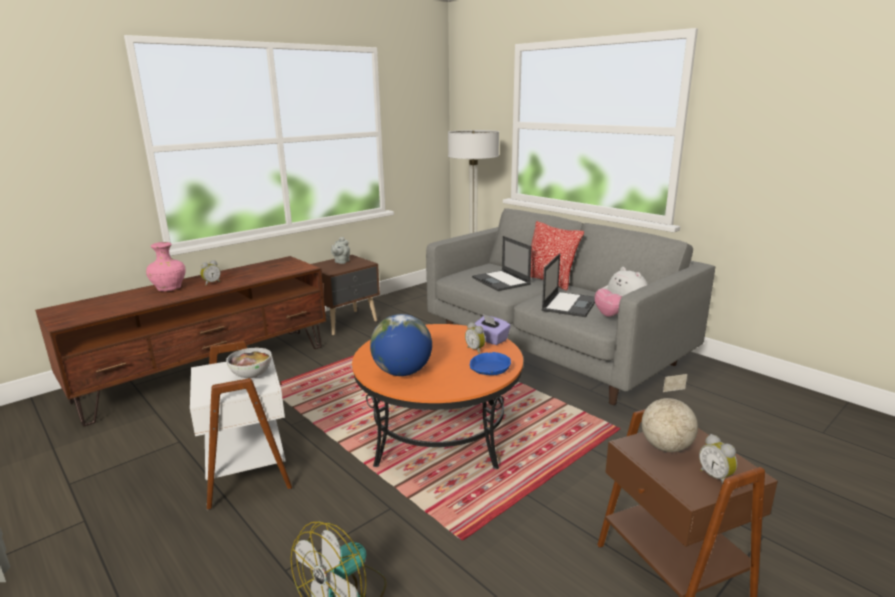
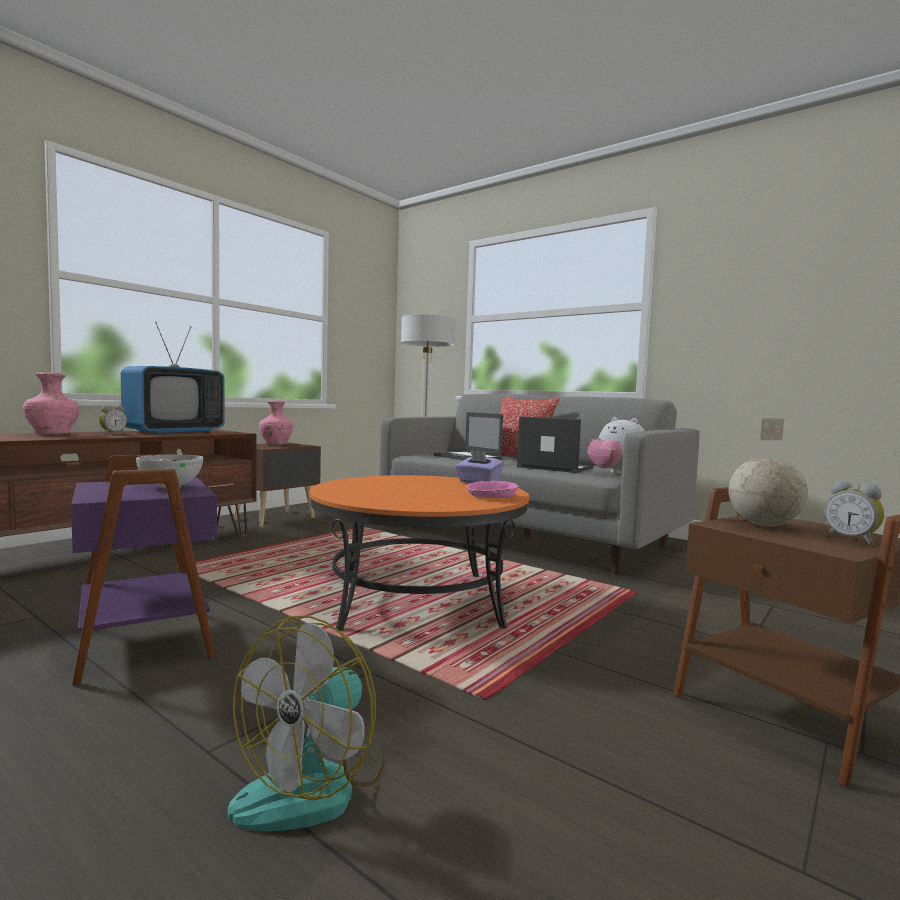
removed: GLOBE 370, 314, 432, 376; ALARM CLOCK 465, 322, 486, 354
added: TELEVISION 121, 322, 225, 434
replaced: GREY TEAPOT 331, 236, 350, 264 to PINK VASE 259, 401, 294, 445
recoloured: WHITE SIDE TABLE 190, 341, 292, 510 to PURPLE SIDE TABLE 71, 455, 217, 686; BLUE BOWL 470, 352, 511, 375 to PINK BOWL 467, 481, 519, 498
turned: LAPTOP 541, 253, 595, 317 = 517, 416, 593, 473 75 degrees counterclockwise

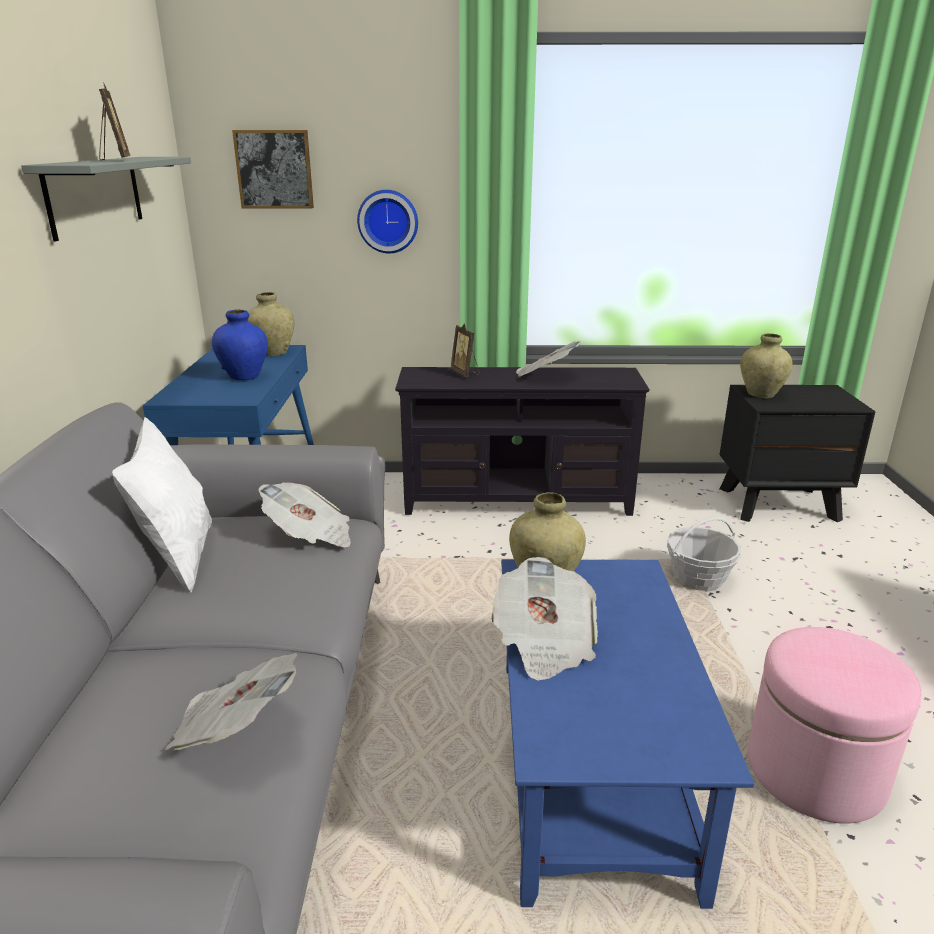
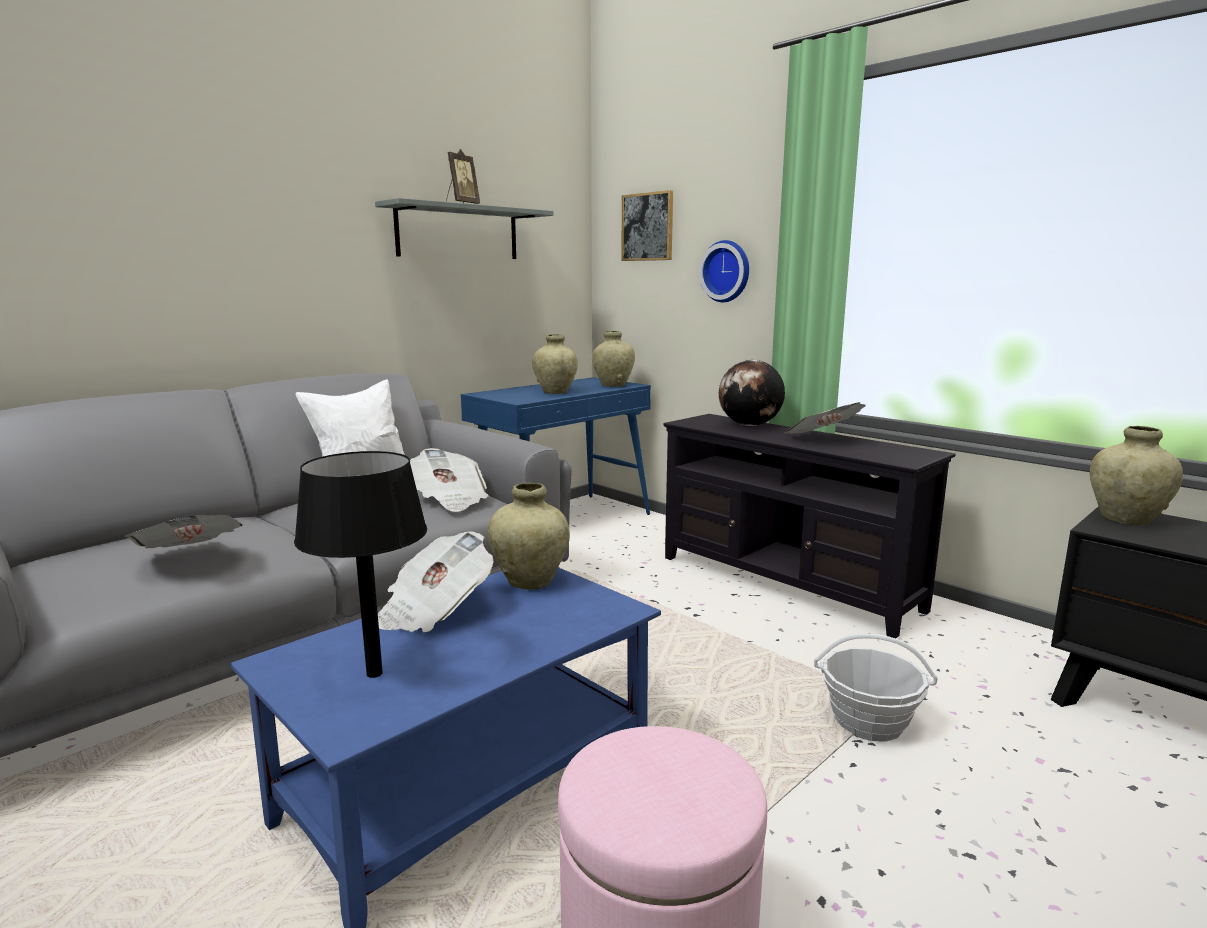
added: BLACK TABLE LAMP 294, 451, 427, 678
replaced: PICTURE FRAME 451, 324, 480, 377 to GLOBE 719, 360, 785, 426
recoloured: BLUE VASE 212, 309, 268, 380 to BEIGE VASE 532, 334, 578, 394

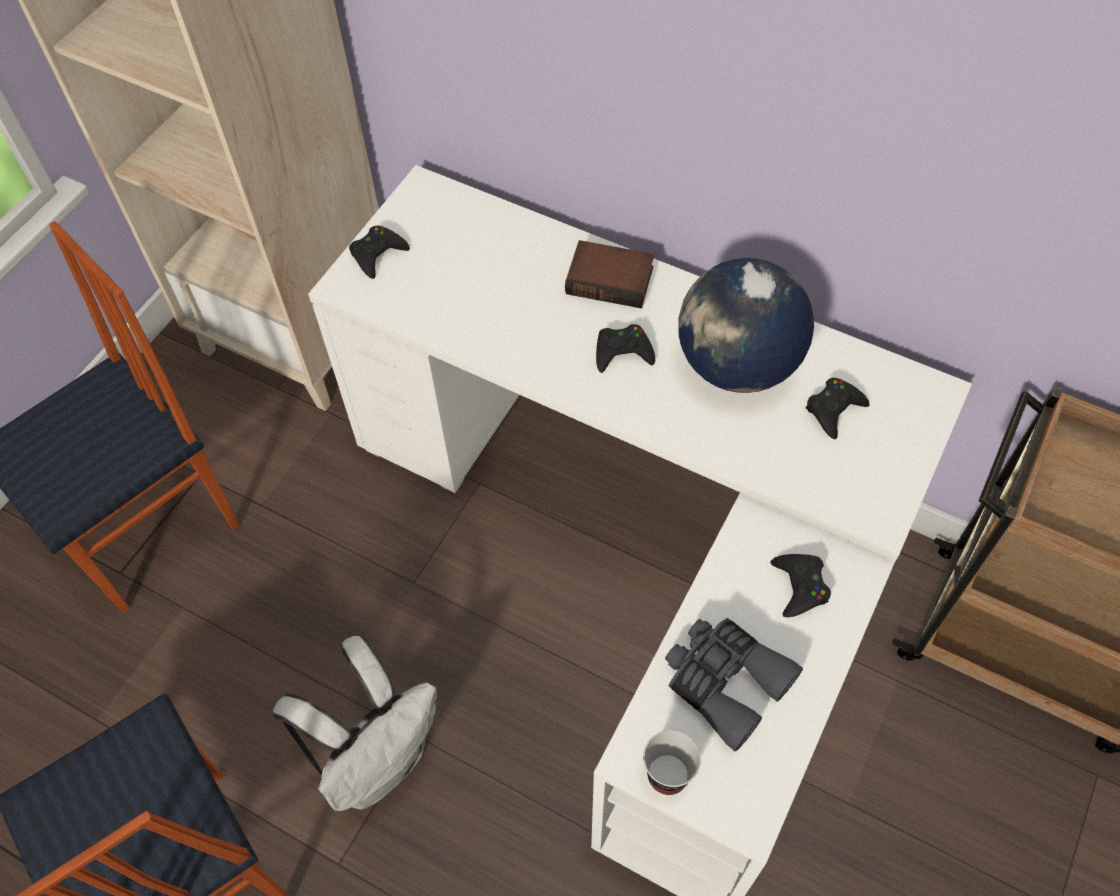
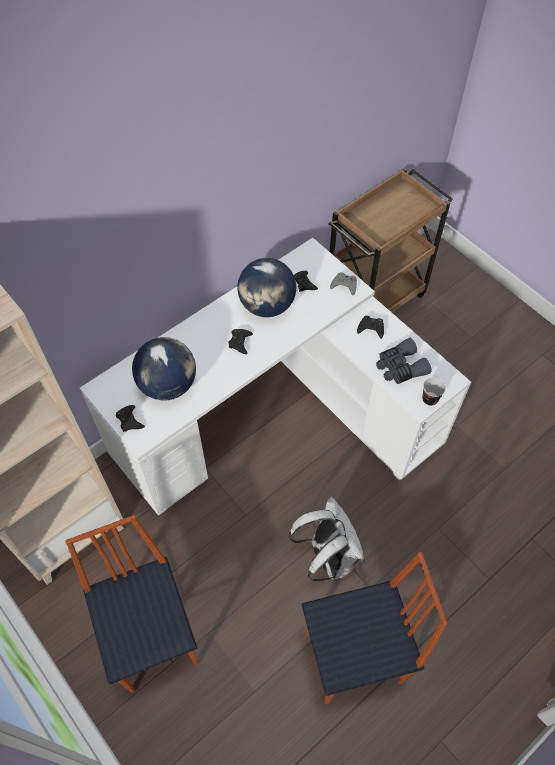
removed: BOOK 565, 240, 654, 308
added: GLOBE 132, 337, 196, 400; GREY GAME CONTROLLER 330, 272, 357, 296

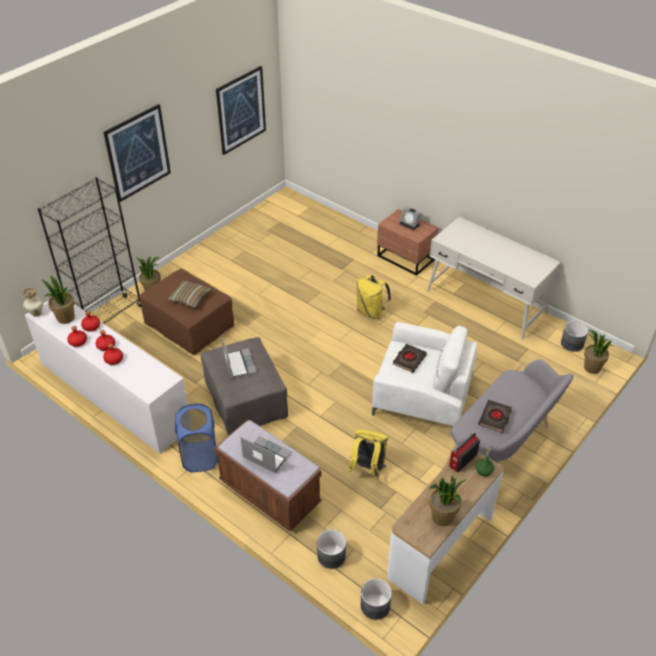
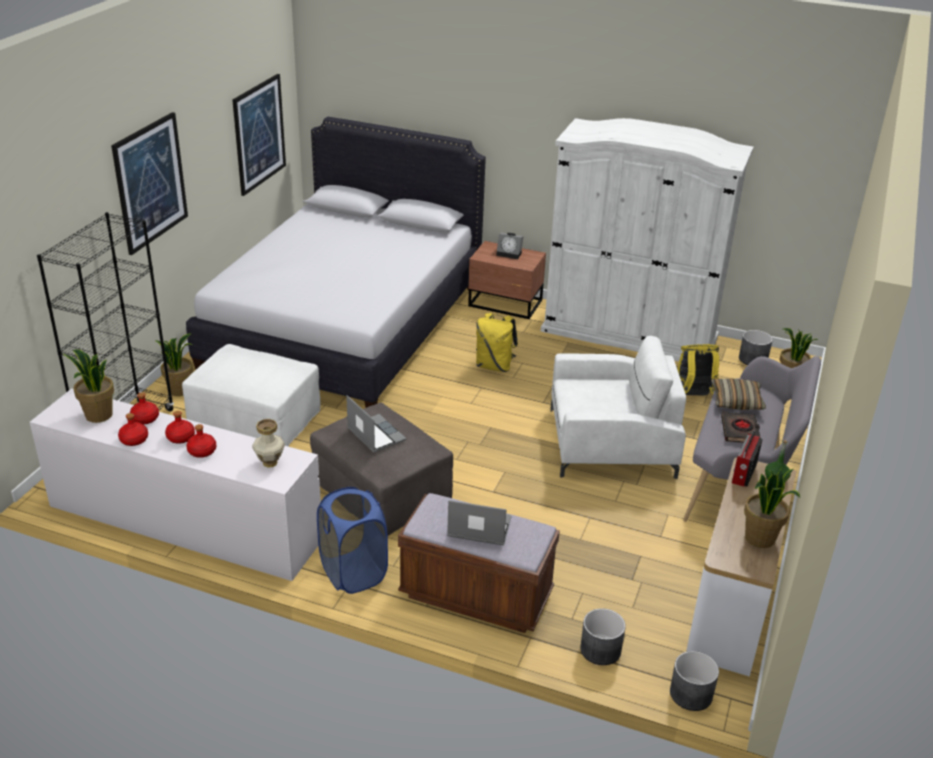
removed: BLACK BOOK 393, 344, 427, 373
added: WHITE BED 186, 117, 486, 408
moved: VASE 23, 288, 43, 317 to 252, 419, 285, 468; YELLOW BACKPACK 348, 430, 388, 479 to 677, 344, 719, 396; PILLOW 167, 280, 211, 308 to 711, 379, 766, 410
replaced: WHITE DESK 427, 217, 561, 340 to WHITE WARDROBE 541, 118, 754, 362
recoloured: BROWN OTTOMAN 139, 269, 234, 355 to WHITE OTTOMAN 182, 344, 320, 446

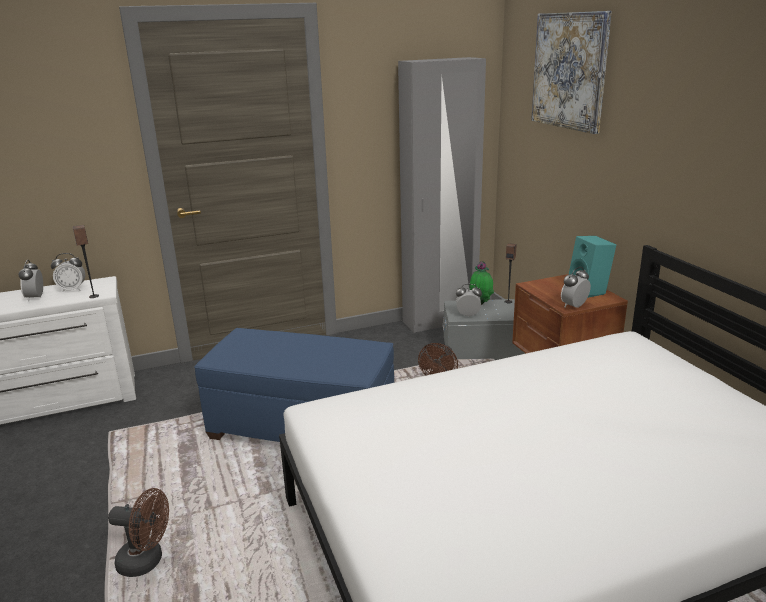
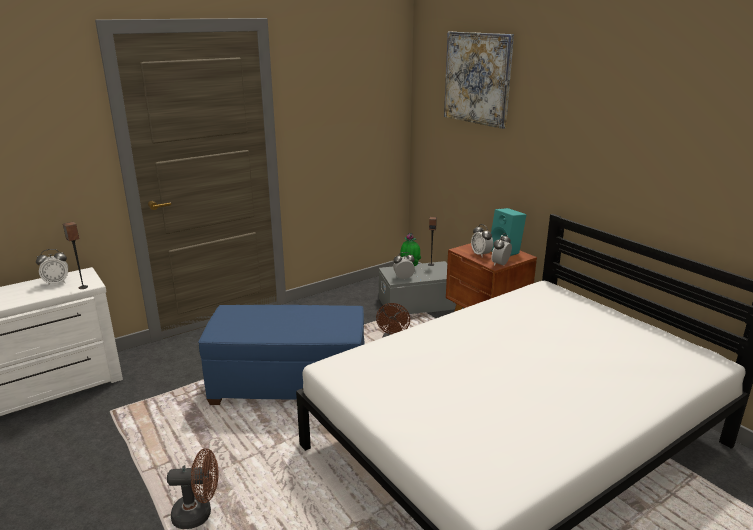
removed: GREY WARDROBE 398, 57, 486, 333
moved: ALARM CLOCK 19, 260, 43, 302 to 471, 224, 493, 257

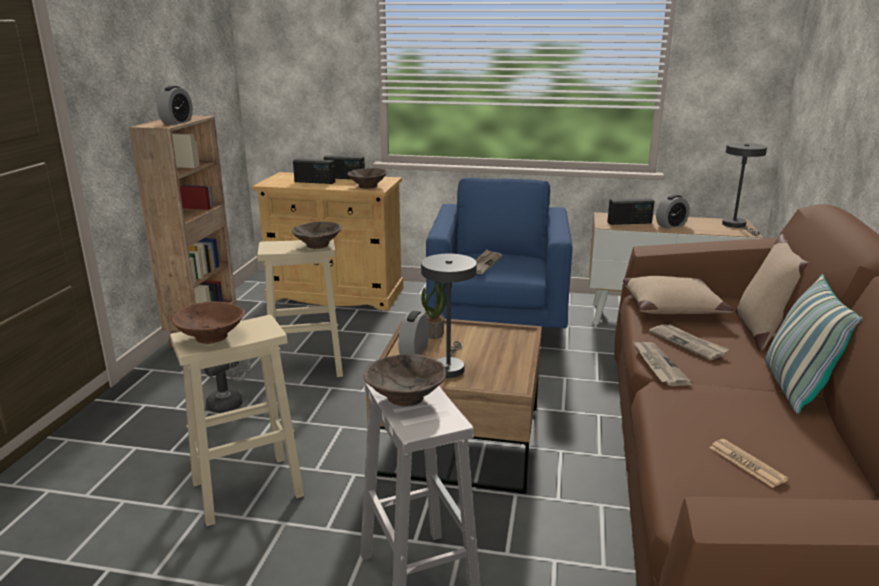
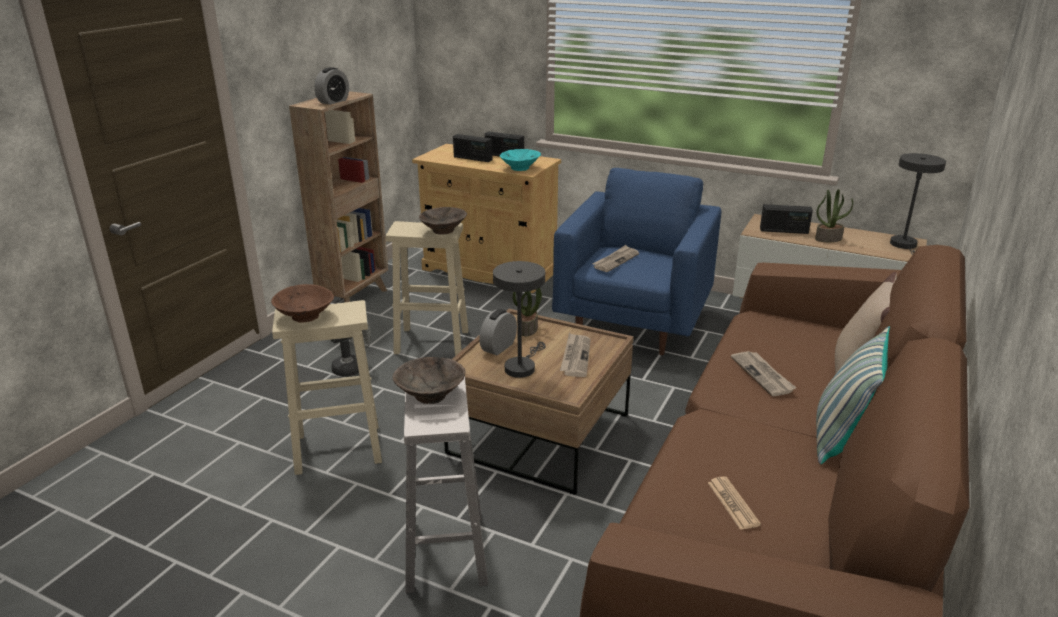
removed: BEIGE PILLOW 623, 276, 734, 314
moved: NEWSPAPER 633, 341, 692, 386 to 560, 333, 591, 377
replaced: ALARM CLOCK 656, 195, 690, 229 to POTTED PLANT 815, 189, 853, 242
recoloured: BROWN BOWL 347, 168, 388, 189 to TURQUOISE BOWL 500, 149, 541, 171

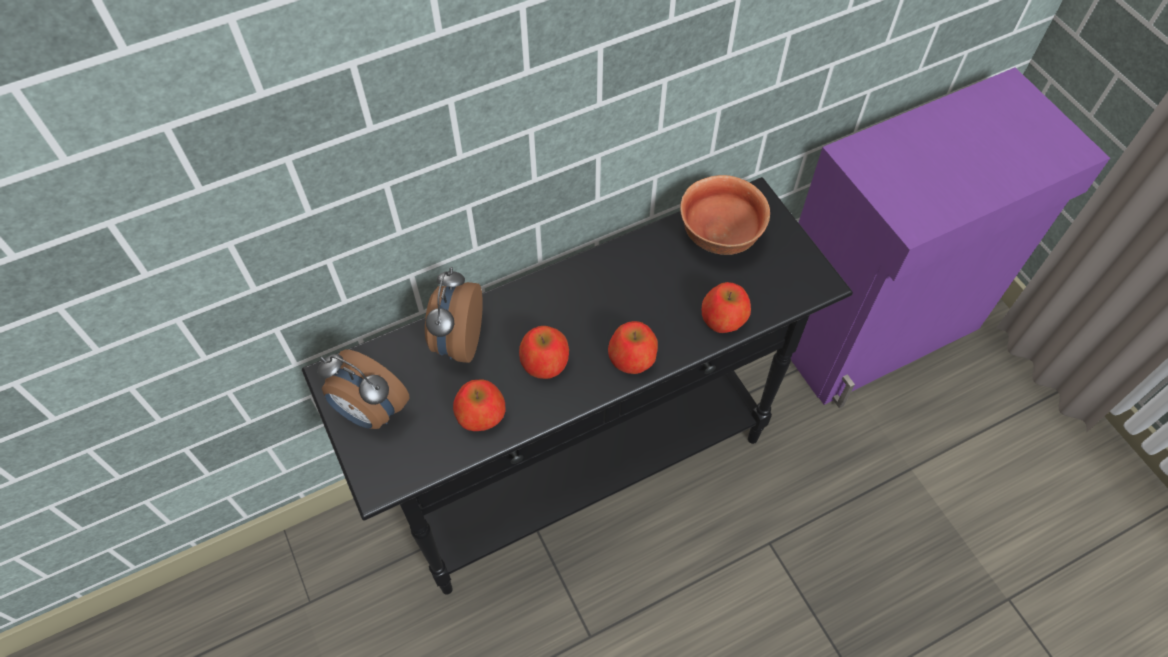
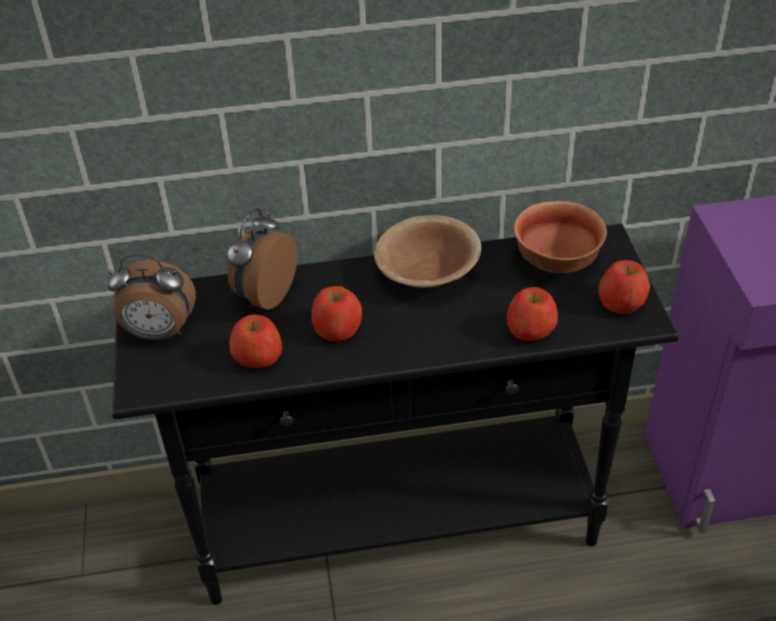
added: BROWN BOWL 374, 215, 481, 288
moved: APPLE 608, 321, 658, 374 to 598, 260, 650, 314
turned: ALARM CLOCK 317, 349, 410, 429 = 107, 254, 196, 340 45 degrees counterclockwise

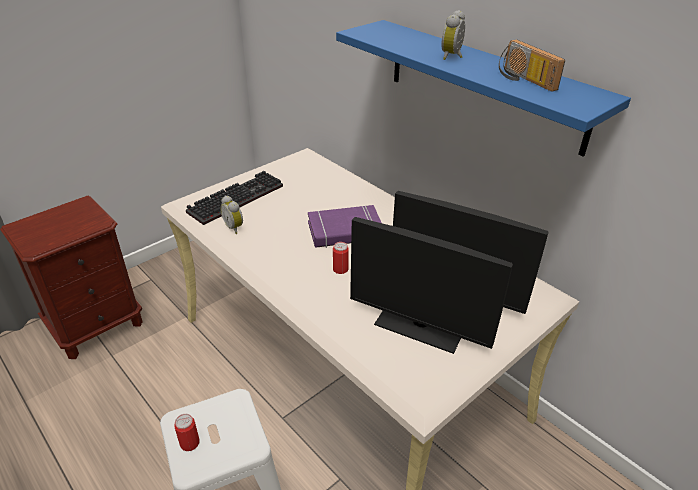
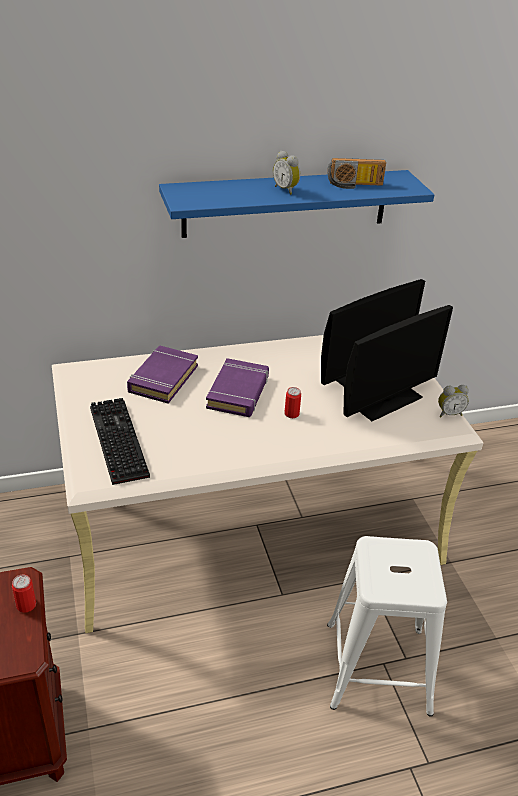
added: PURPLE BOOK 127, 346, 198, 404
moved: CAN 174, 414, 200, 451 to 12, 575, 36, 613; ALARM CLOCK 220, 195, 243, 234 to 438, 385, 469, 417

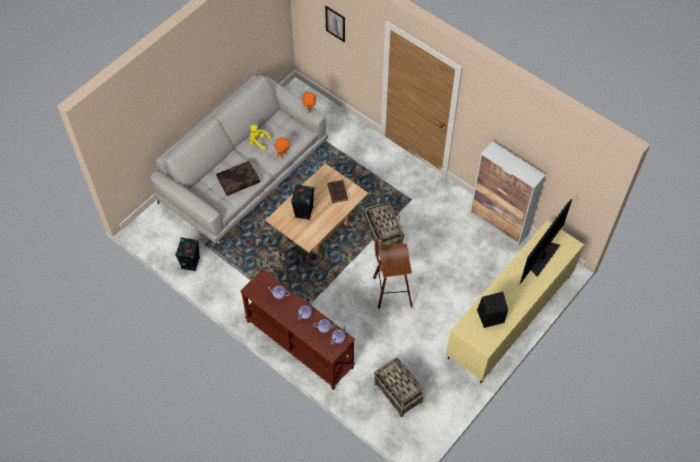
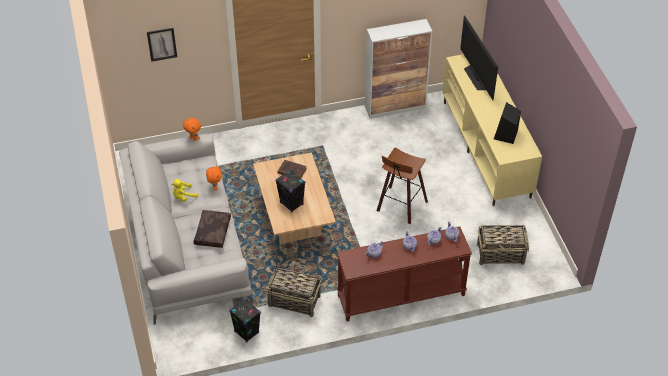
moved: BASKET 365, 200, 405, 255 to 266, 265, 322, 317

